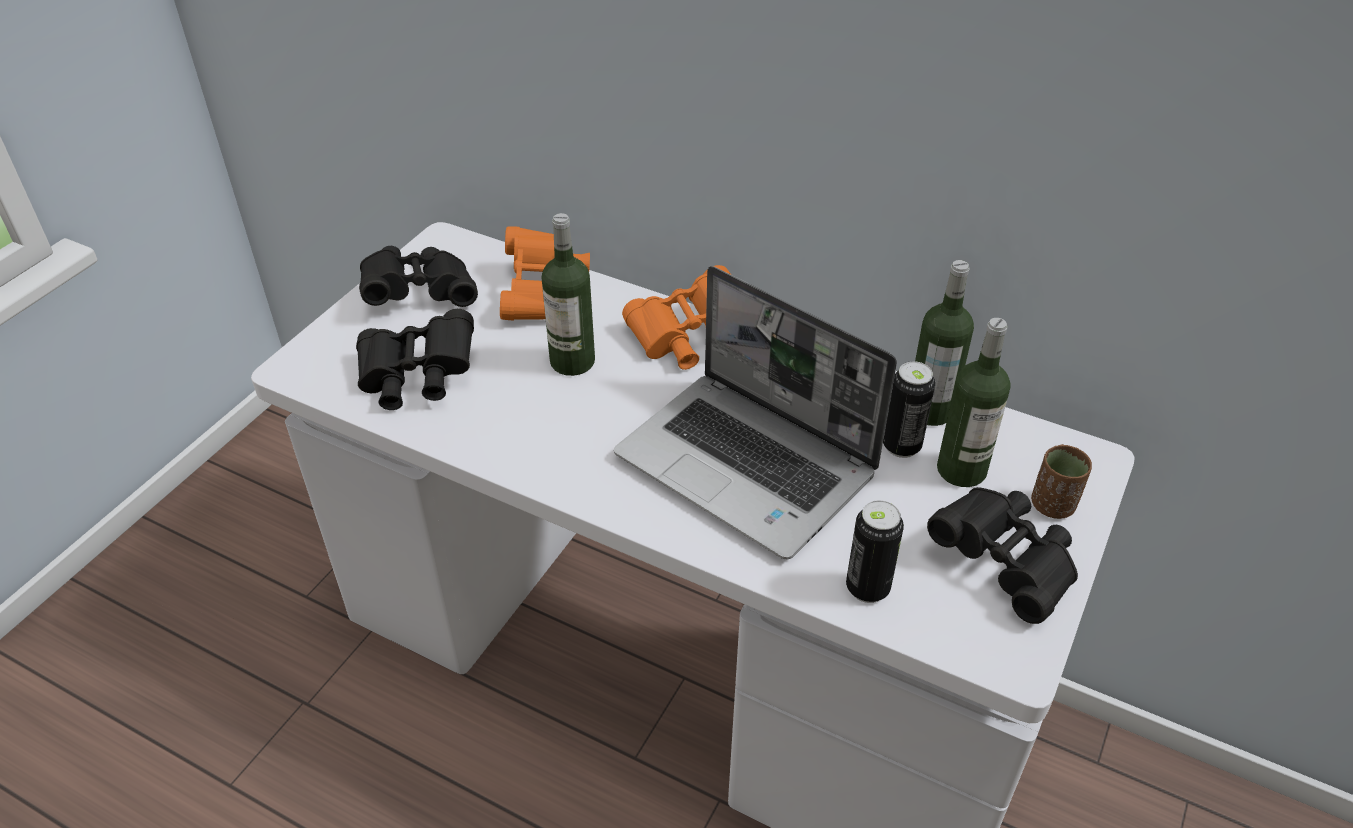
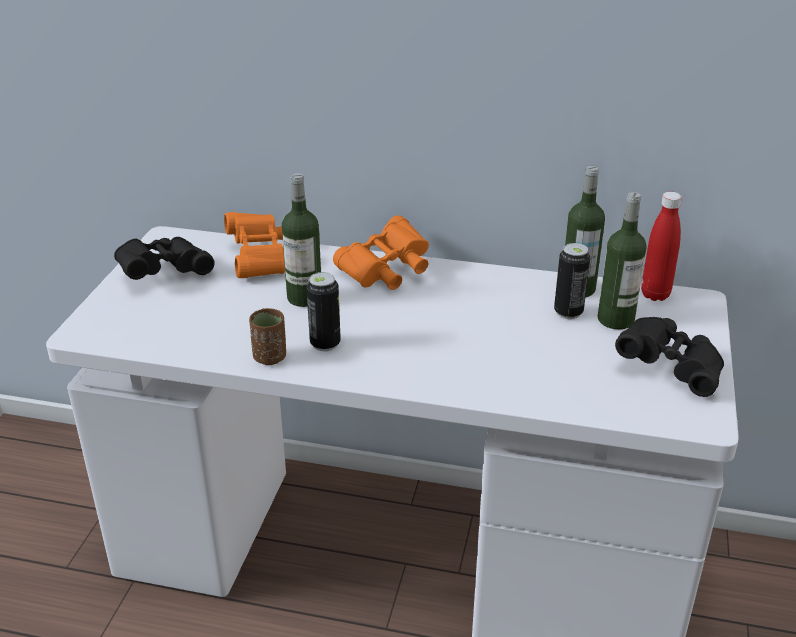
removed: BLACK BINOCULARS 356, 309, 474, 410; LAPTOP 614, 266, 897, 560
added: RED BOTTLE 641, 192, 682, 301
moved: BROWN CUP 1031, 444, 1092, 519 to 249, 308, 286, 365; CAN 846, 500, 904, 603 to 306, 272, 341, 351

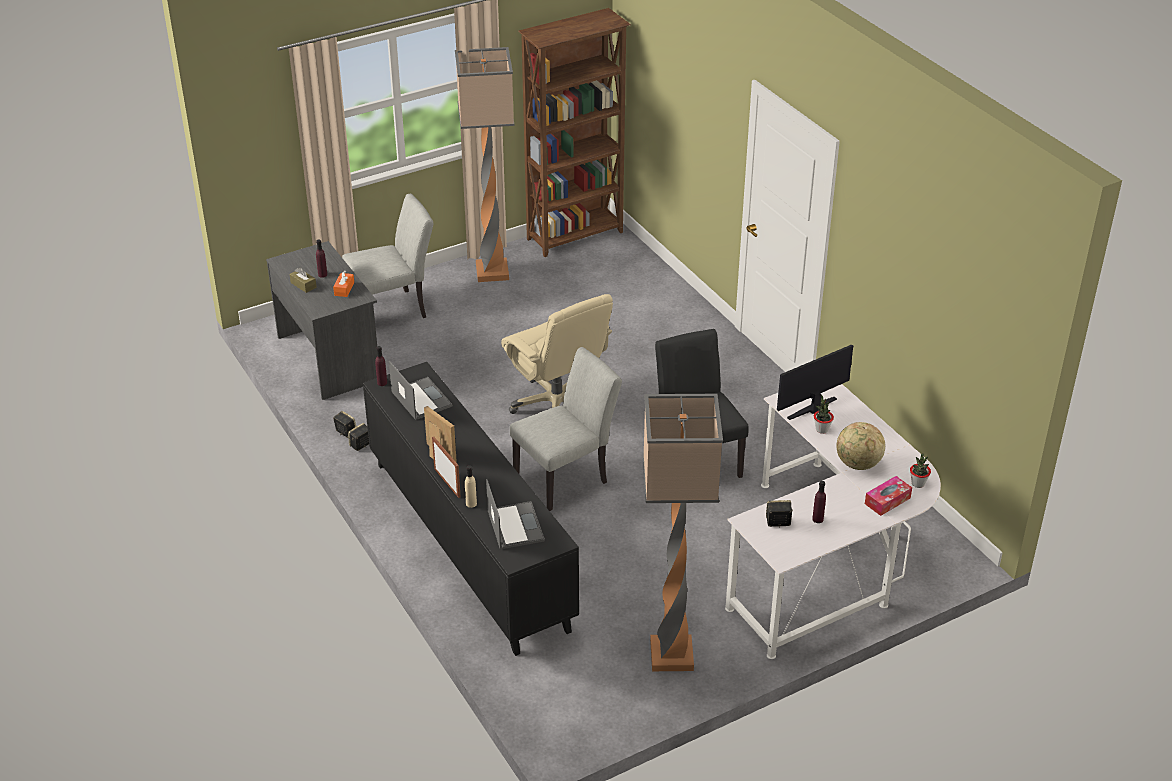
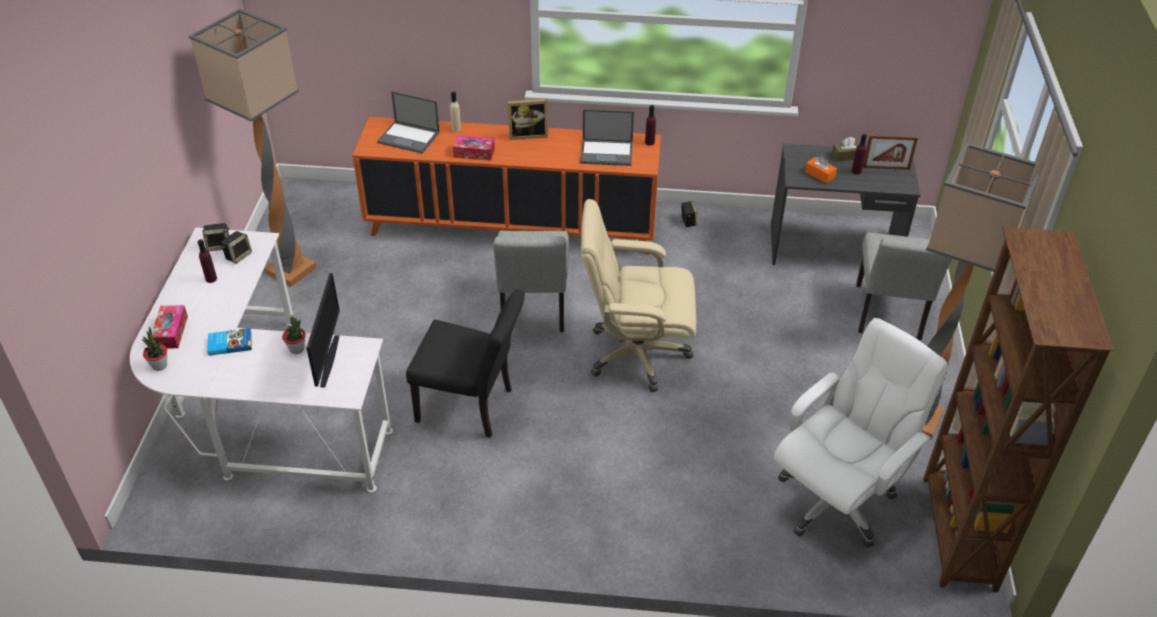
added: TISSUE BOX 453, 135, 495, 161; WHITE OFFICE CHAIR 774, 318, 948, 548
moved: SPEAKER 333, 411, 356, 438 to 202, 223, 230, 251; PICTURE FRAME 432, 437, 461, 498 to 863, 135, 918, 170
replaced: GLOBE 837, 422, 885, 470 to BOOK 207, 328, 252, 356
recoloured: BLACK CABINET 363, 362, 579, 656 to ORANGE CABINET 352, 117, 661, 255

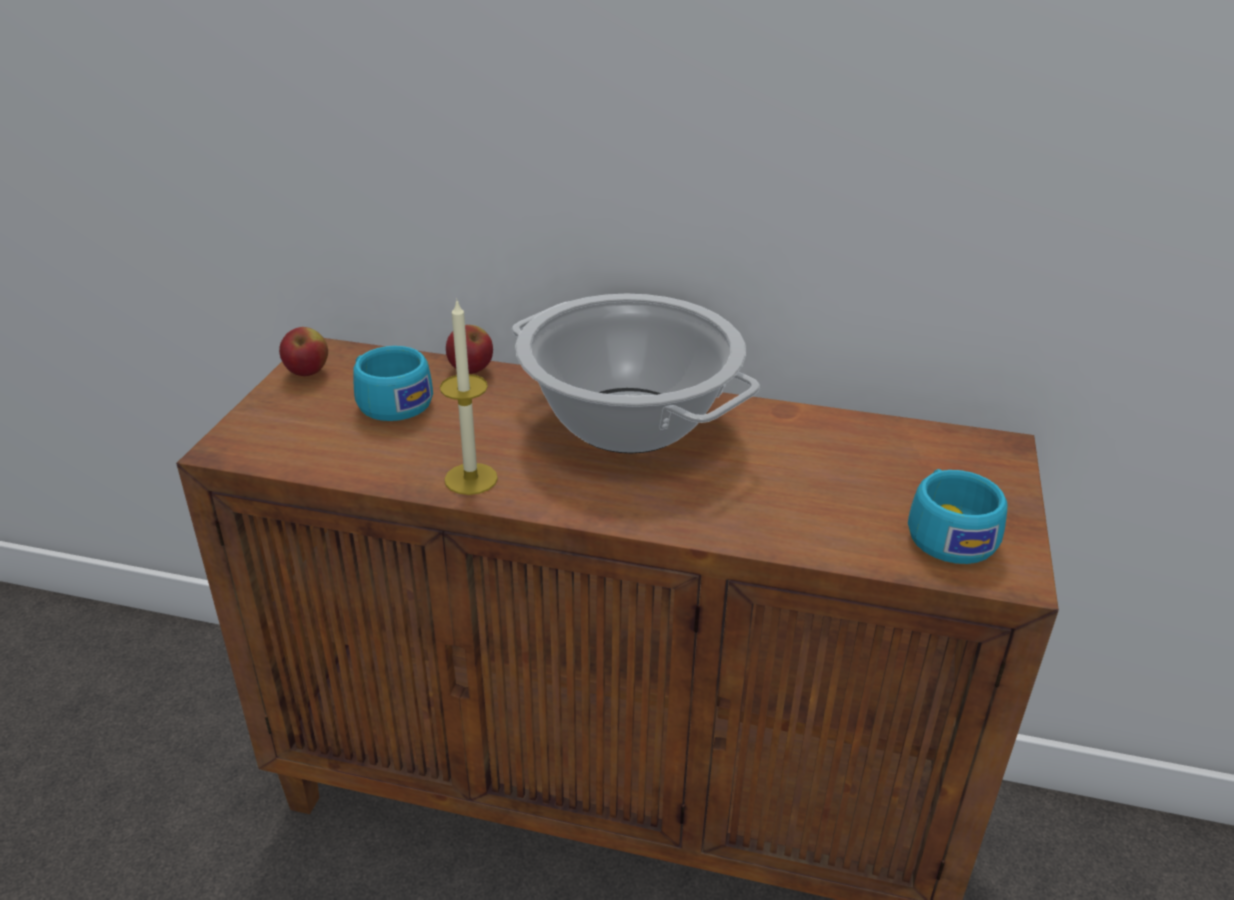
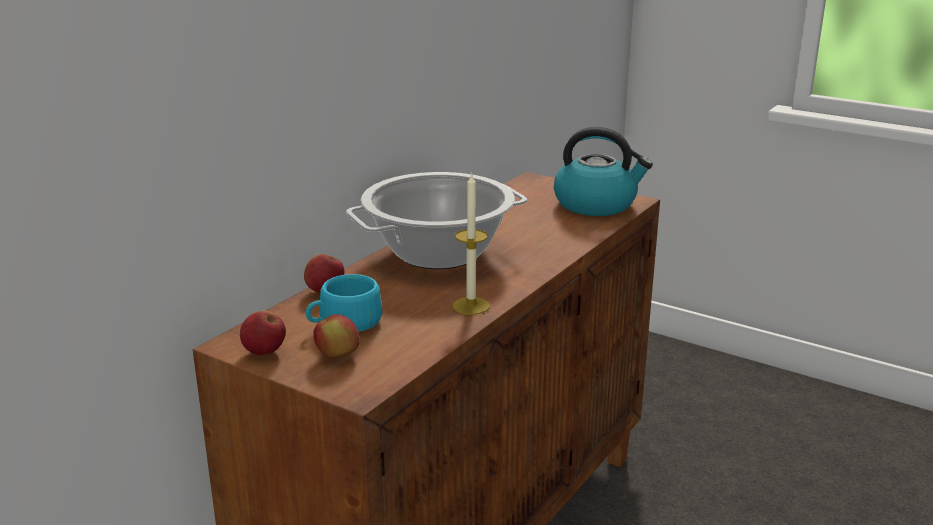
added: APPLE 313, 314, 360, 358
replaced: TURQUOISE CUP 908, 469, 1007, 564 to KETTLE 554, 127, 653, 216

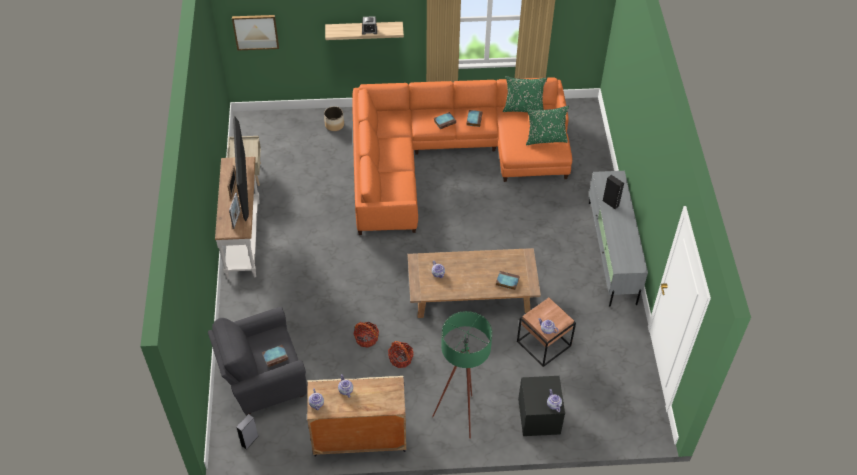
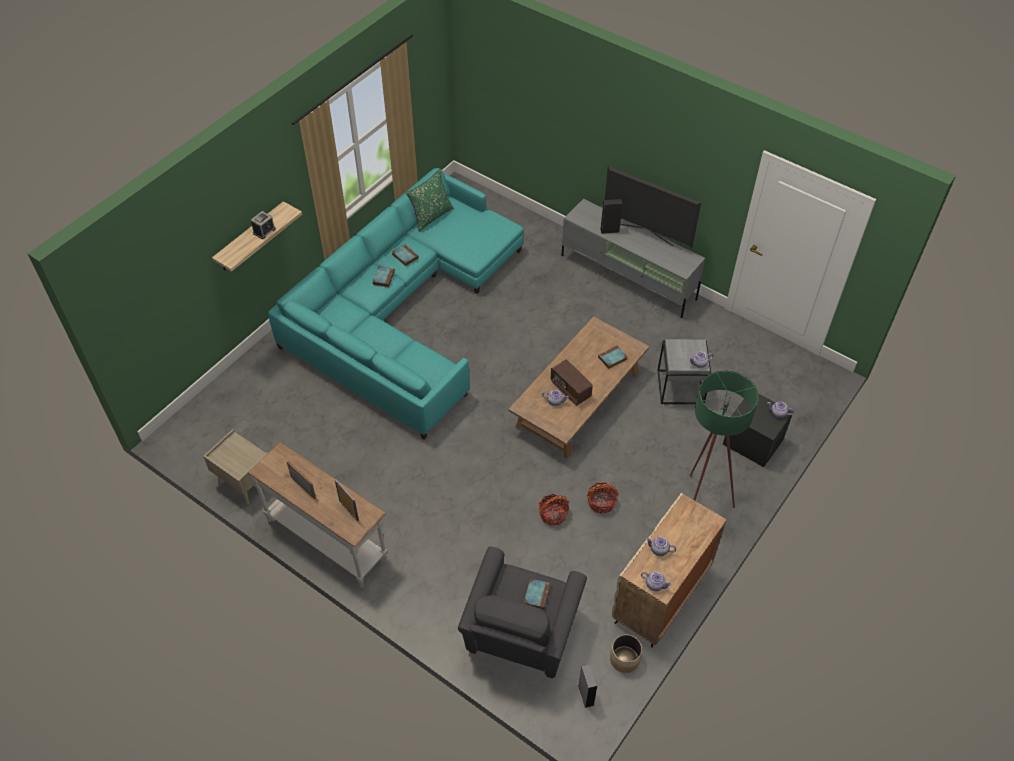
removed: PICTURE 232, 15, 279, 51; GREEN PILLOW 526, 106, 569, 145
added: RADIO 550, 359, 593, 405
moved: TELEVISION 233, 117, 249, 221 to 605, 166, 701, 248; PLANTER 324, 106, 344, 131 to 610, 634, 642, 673
recoloured: ORANGE SOFA 352, 77, 572, 235 to TURQUOISE SOFA 268, 168, 524, 440; BROWN SIDE TABLE 517, 298, 576, 367 to GREY SIDE TABLE 657, 339, 711, 404

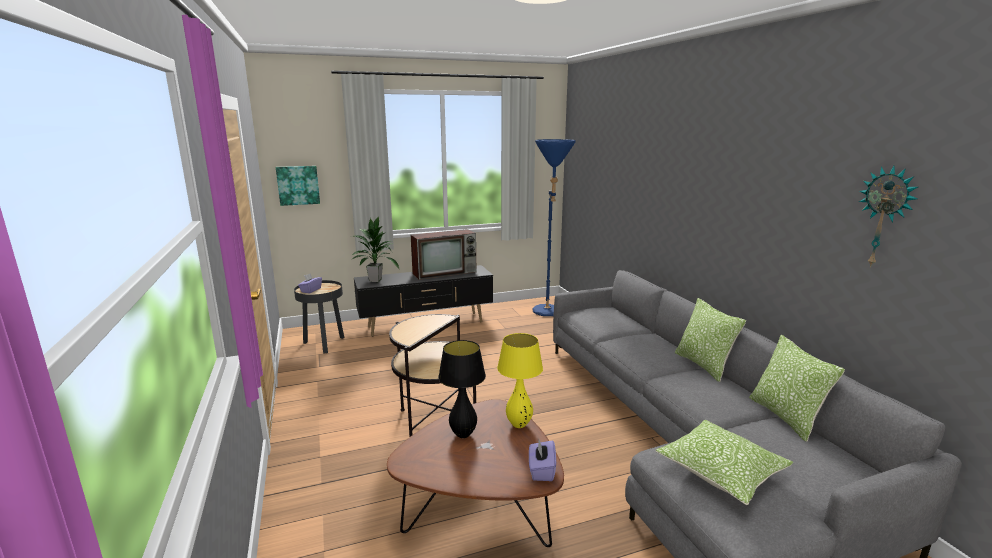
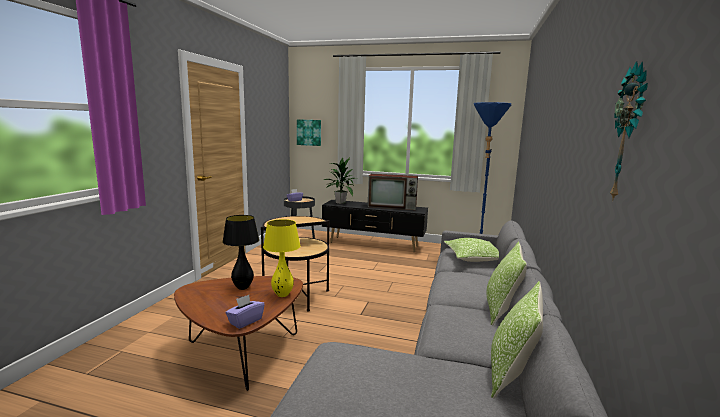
moved: PILLOW 655, 419, 794, 505 to 444, 238, 499, 262

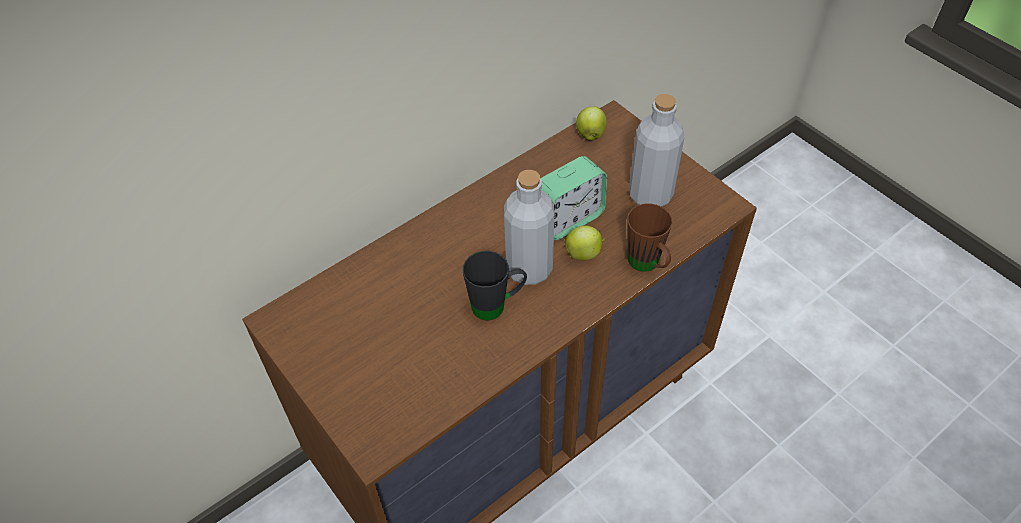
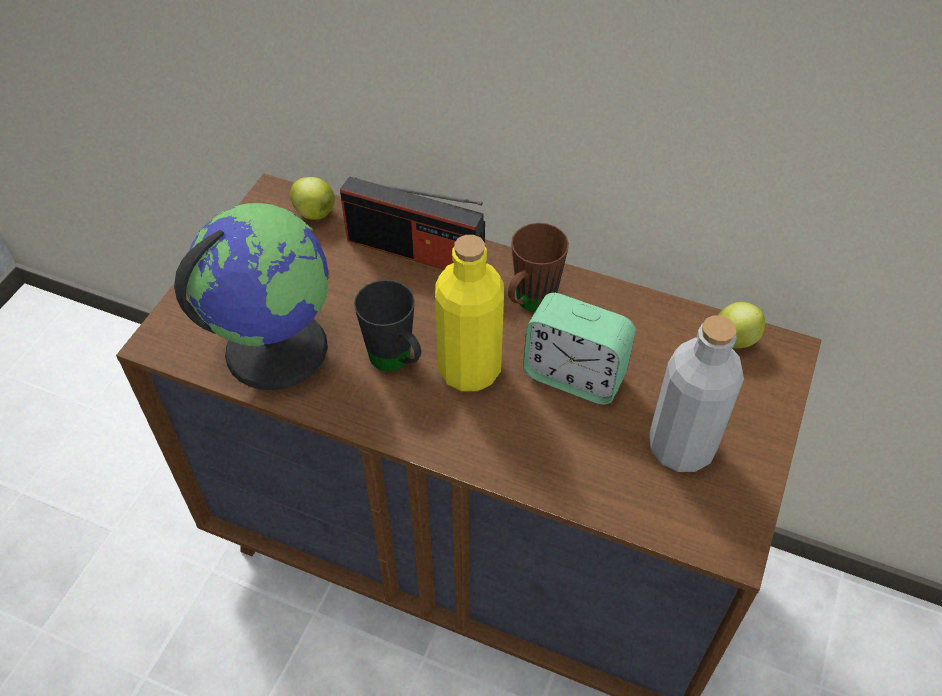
added: GLOBE 174, 203, 330, 390; RADIO 340, 176, 485, 269
moved: APPLE 565, 225, 605, 260 to 290, 177, 335, 219; BROWN MUG 627, 204, 672, 272 to 508, 223, 569, 312
recoloured: GREY BOTTLE 504, 170, 555, 285 to YELLOW BOTTLE 435, 235, 504, 391

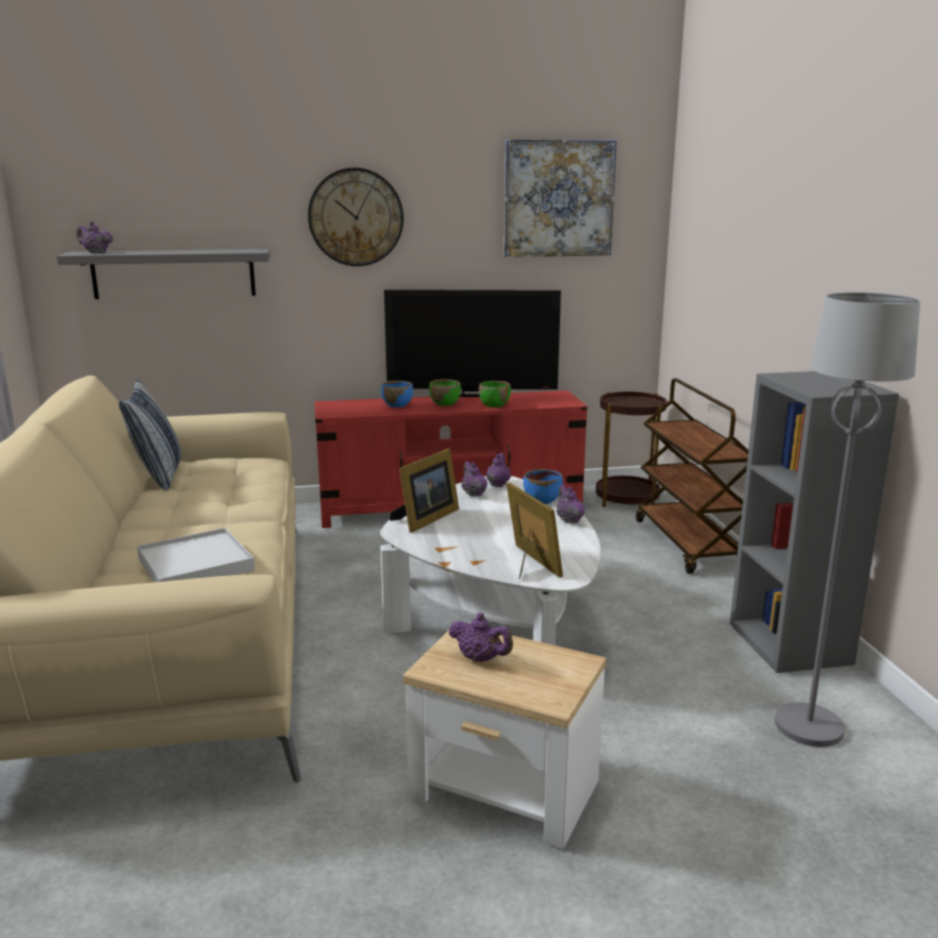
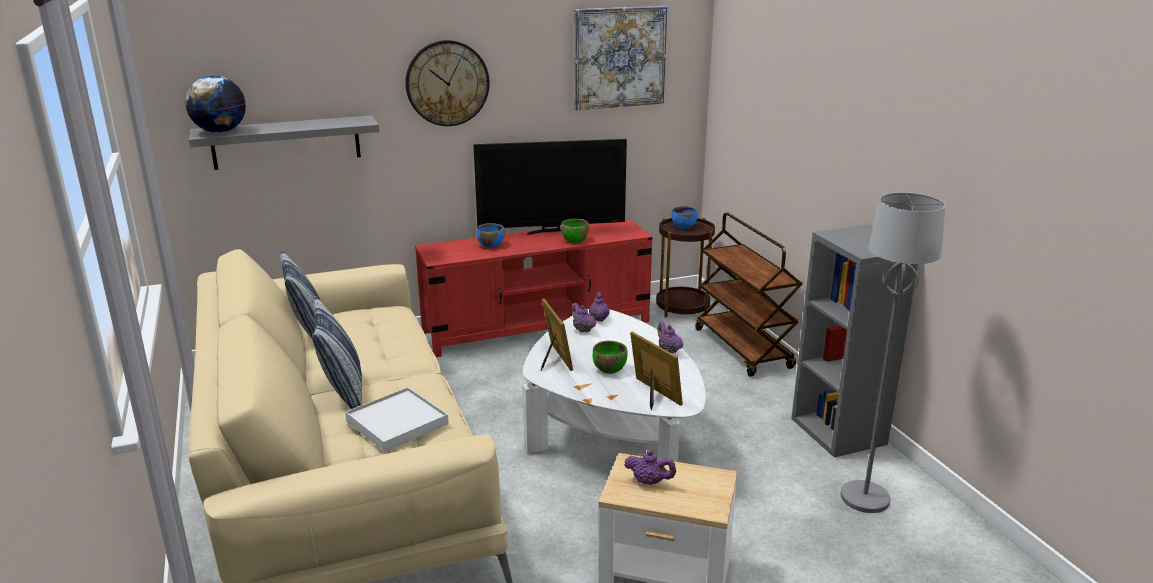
added: PILLOW 312, 296, 362, 409
moved: GREEN BOWL 429, 379, 461, 406 to 593, 341, 628, 374; BLUE BOWL 523, 469, 563, 504 to 672, 206, 698, 229
replaced: PURPLE TEAPOT 76, 221, 113, 253 to GLOBE 185, 75, 246, 133
turned: PICTURE FRAME 390, 449, 459, 533 = 541, 299, 573, 371 45 degrees counterclockwise

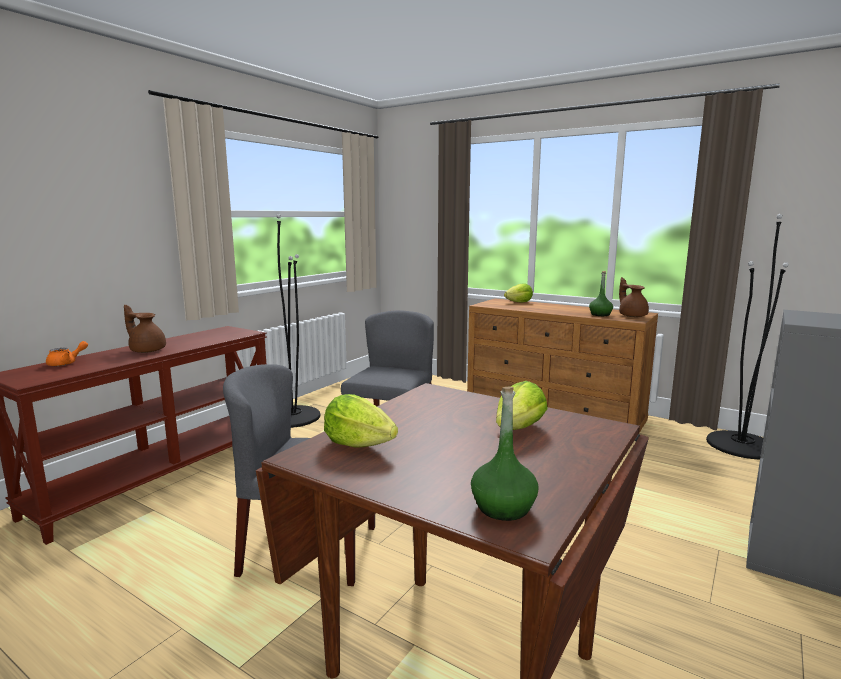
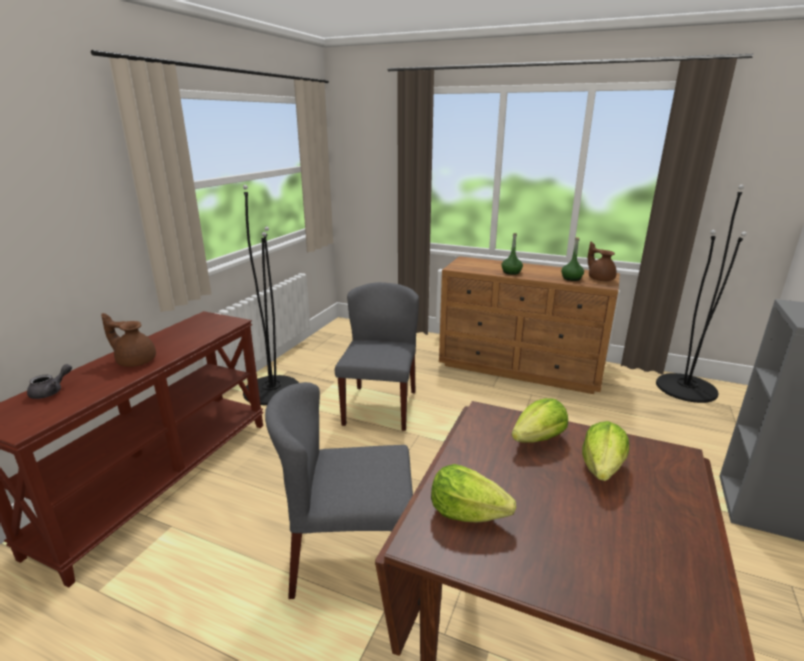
moved: GREEN BOTTLE 471, 387, 539, 521 to 501, 233, 523, 275; LETTUCE 504, 283, 533, 302 to 512, 398, 568, 443
recoloured: ORANGE TEAPOT 46, 341, 88, 366 to GREY TEAPOT 27, 364, 72, 399

